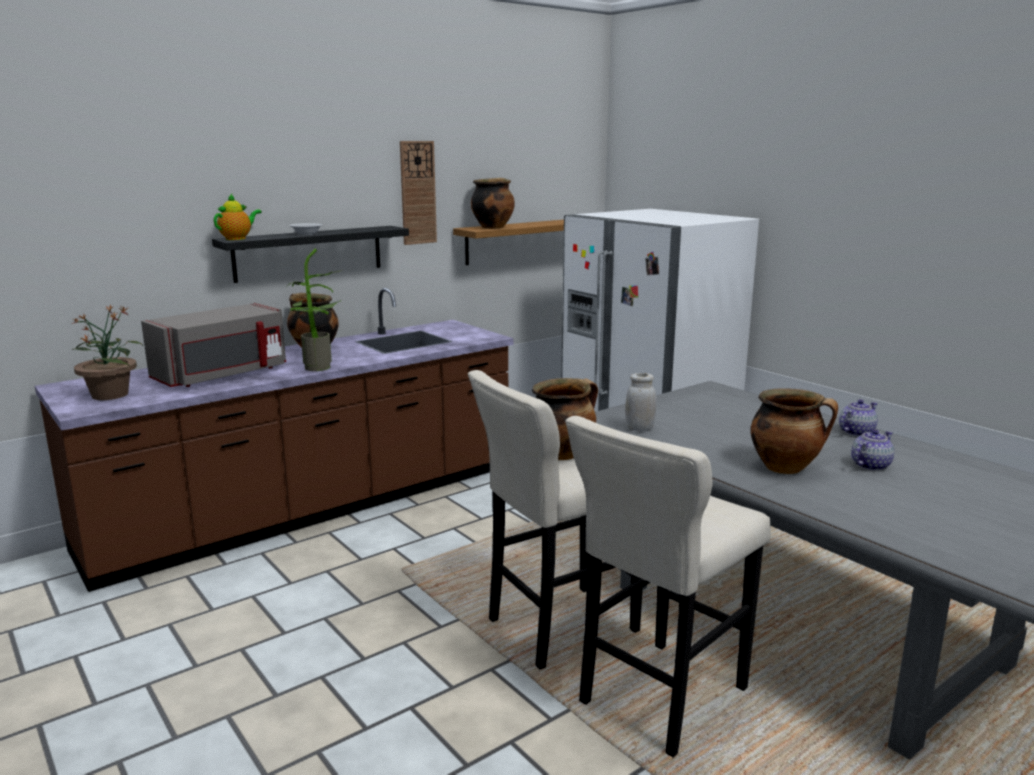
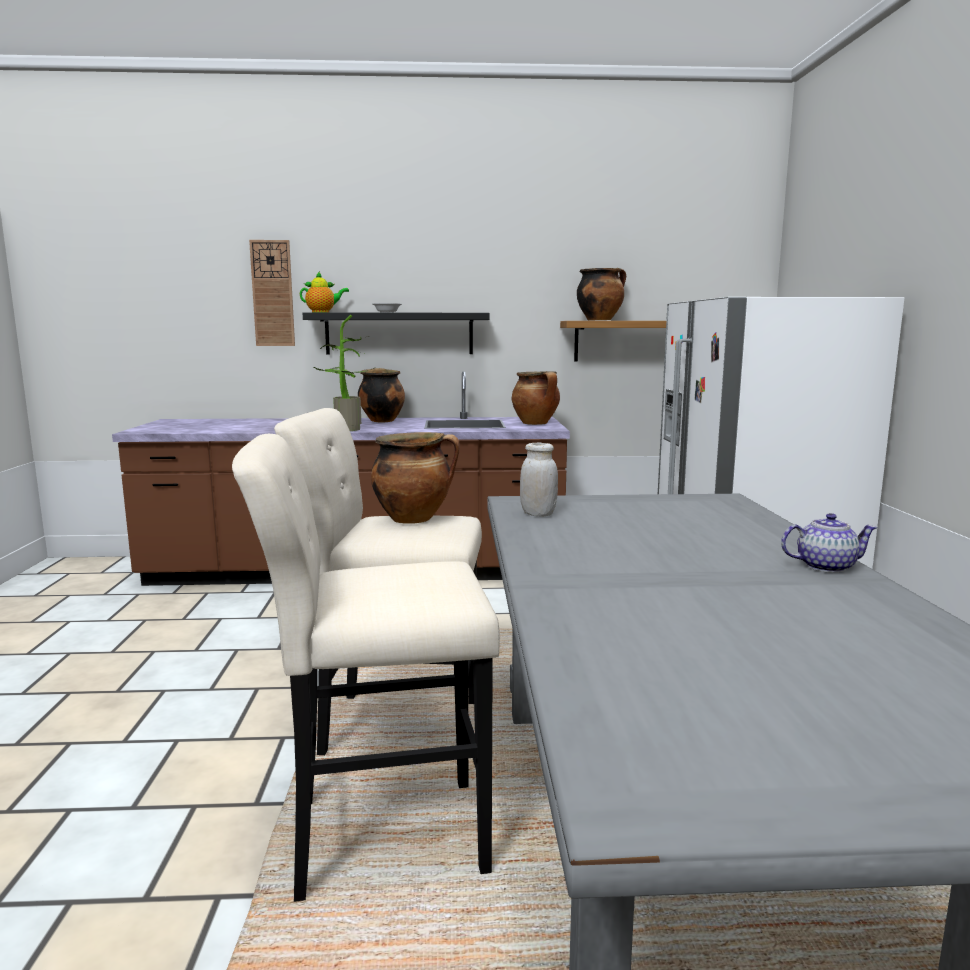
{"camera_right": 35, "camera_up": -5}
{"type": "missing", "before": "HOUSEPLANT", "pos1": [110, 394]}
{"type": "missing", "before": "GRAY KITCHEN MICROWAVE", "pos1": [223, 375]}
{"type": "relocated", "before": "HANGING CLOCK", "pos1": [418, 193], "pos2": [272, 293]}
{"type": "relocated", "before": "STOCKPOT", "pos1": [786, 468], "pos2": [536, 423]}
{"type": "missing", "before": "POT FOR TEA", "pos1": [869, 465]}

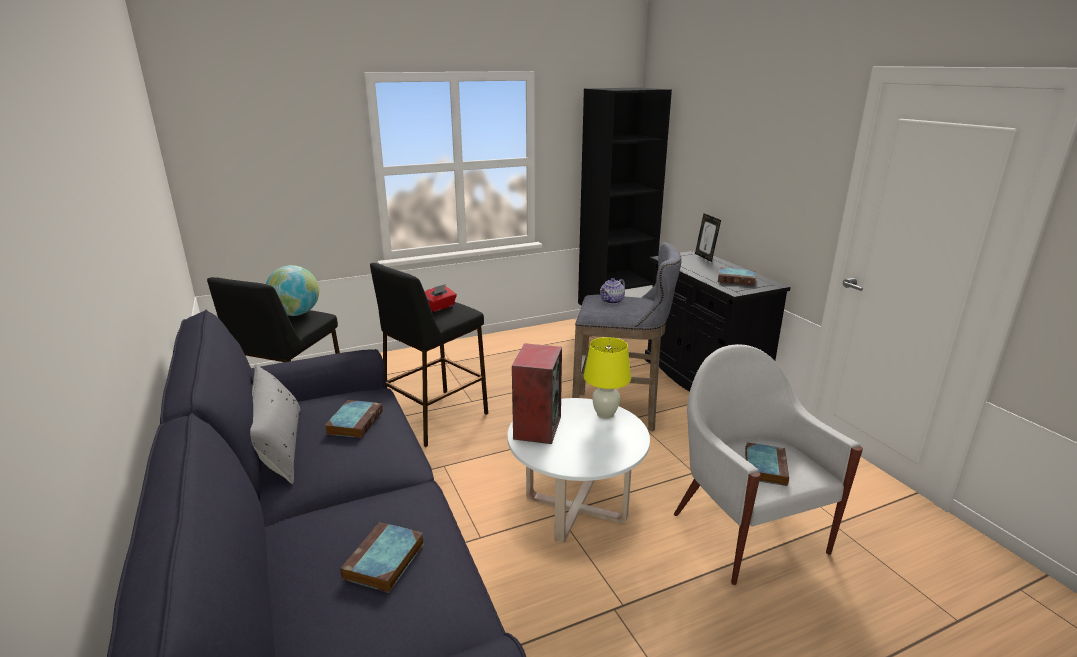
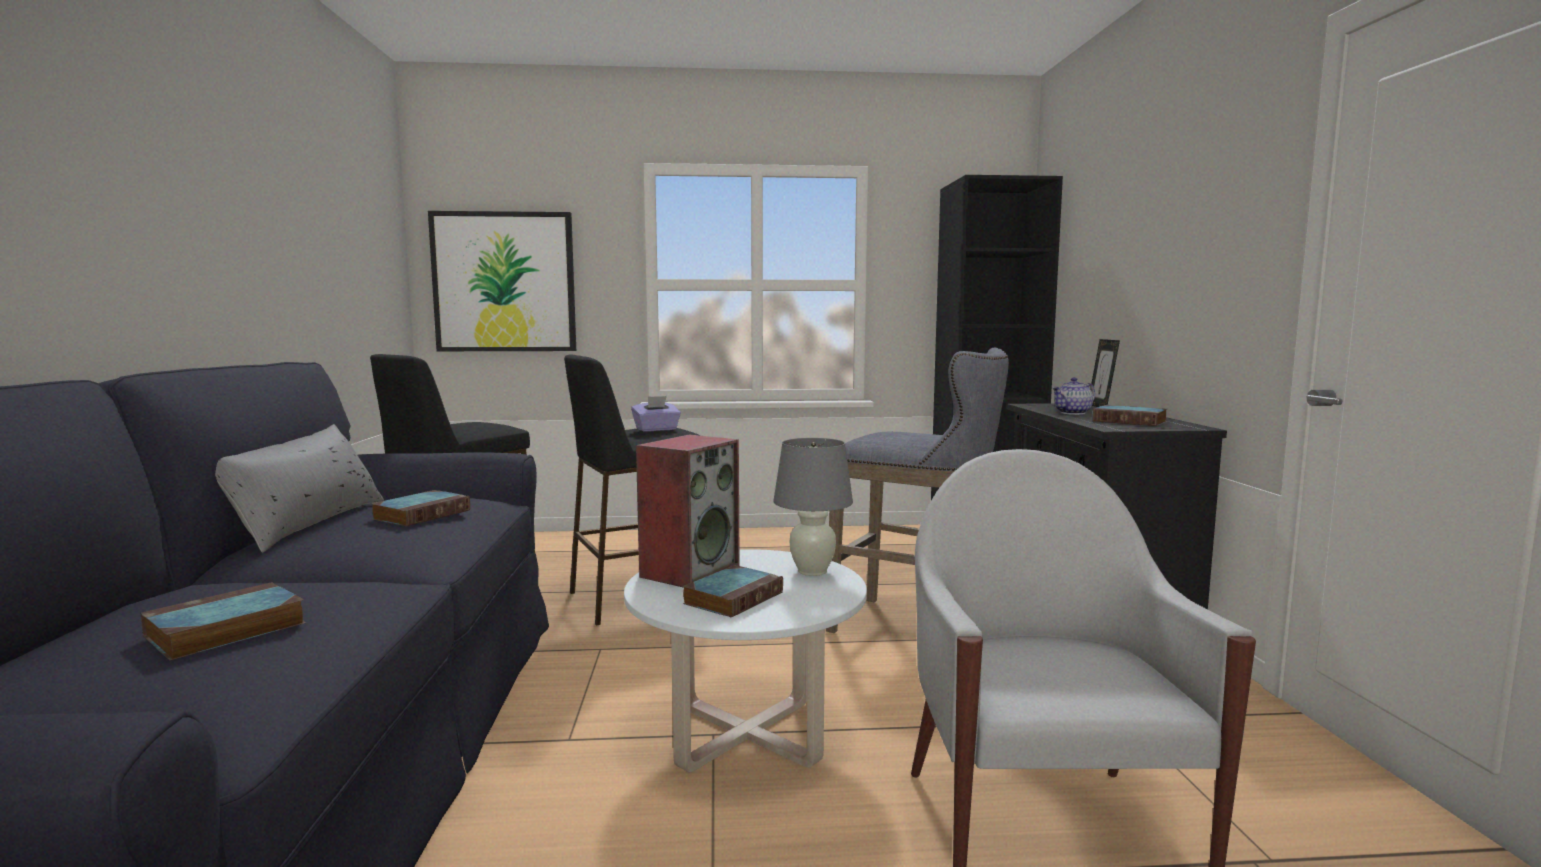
{"camera_right": 20, "camera_up": -15}
{"type": "missing", "before": "DESK GLOBE", "pos1": [296, 314]}
{"type": "colour", "before": "RED BOX OF TISSUES", "after": "PURPLE-COLOURED BOX OF TISSUES", "pos1": [440, 307], "pos2": [656, 429]}
{"type": "colour", "before": "YELLOWISH TABLETOP LAMP", "after": "GRAY TABLETOP LAMP", "pos1": [605, 414], "pos2": [812, 571]}
{"type": "relocated", "before": "POT FOR TEA", "pos1": [612, 301], "pos2": [1073, 413]}
{"type": "relocated", "before": "BOUND BOOK", "pos1": [764, 467], "pos2": [734, 597]}
{"type": "appeared", "after": "WALL ART", "pos2": [504, 282]}

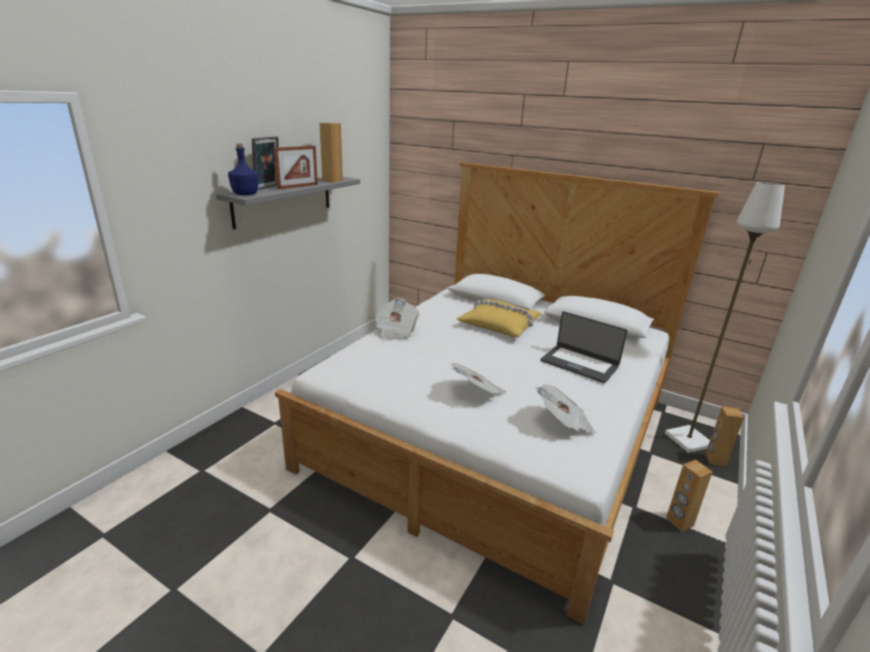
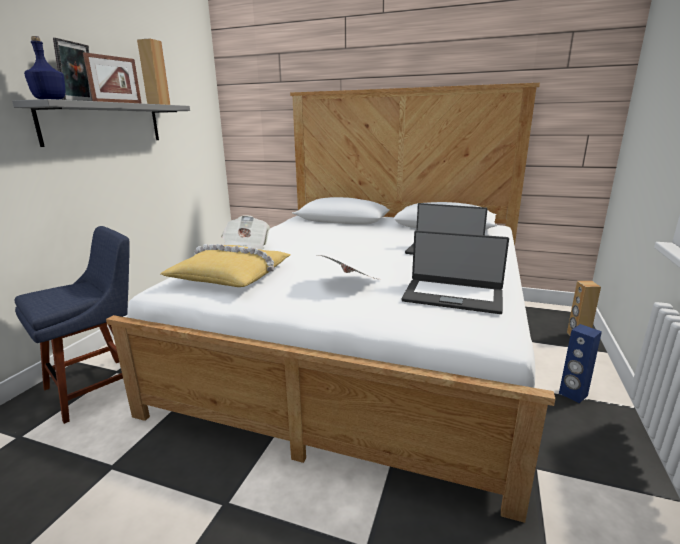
{"camera_right": -10, "camera_up": -5}
{"type": "relocated", "before": "YELLOWISH PILLOW", "pos1": [500, 324], "pos2": [231, 275]}
{"type": "exchanged", "before": "DAILY PAPER", "after": "NOTEBOOK COMPUTER", "pos1": [563, 423], "pos2": [453, 296]}
{"type": "missing", "before": "WHITISH FLOOR LAMP", "pos1": [689, 440]}
{"type": "colour", "before": "BROWN-COLOURED AUDIO SPEAKER", "after": "BLUE-COLOURED AUDIO SPEAKER", "pos1": [679, 522], "pos2": [573, 394]}
{"type": "appeared", "after": "BLUE-COLOURED UPRIGHT CHAIR", "pos2": [100, 385]}

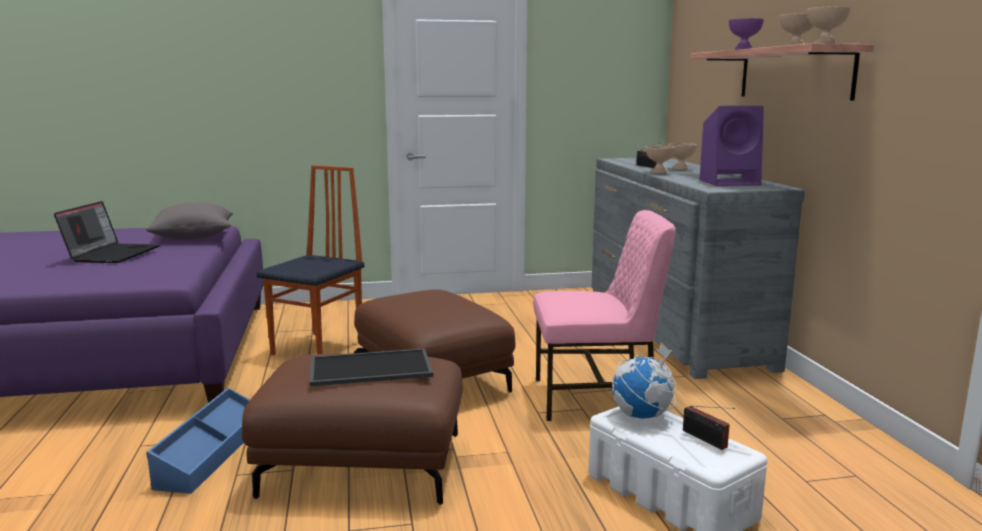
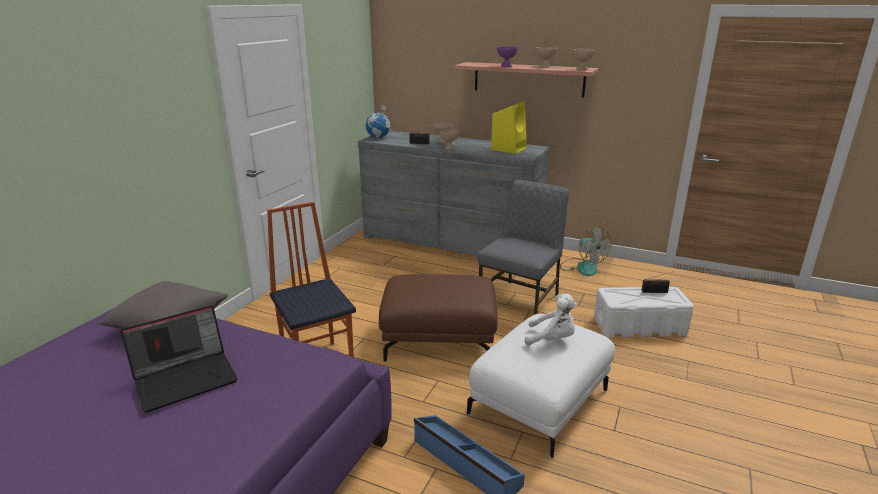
{"camera_right": -55, "camera_up": 10}
{"type": "spun", "before": "NOTEBOOK COMPUTER", "pos1": [112, 254], "pos2": [186, 378], "turn": 105}
{"type": "colour", "before": "BROWN-COLOURED OTTOMAN", "after": "WHITISH OTTOMAN", "pos1": [361, 466], "pos2": [540, 403]}
{"type": "exchanged", "before": "TRAY", "after": "WHITISH CUDDLY TOY", "pos1": [369, 369], "pos2": [552, 339]}
{"type": "colour", "before": "PINKISH UPRIGHT CHAIR", "after": "GRAY UPRIGHT CHAIR", "pos1": [596, 398], "pos2": [521, 300]}
{"type": "relocated", "before": "DESK GLOBE", "pos1": [642, 416], "pos2": [379, 137]}
{"type": "colour", "before": "PURPLE-COLOURED AUDIO SPEAKER", "after": "YELLOWISH AUDIO SPEAKER", "pos1": [730, 182], "pos2": [509, 149]}
{"type": "appeared", "after": "ELECTRIC FAN", "pos2": [582, 267]}

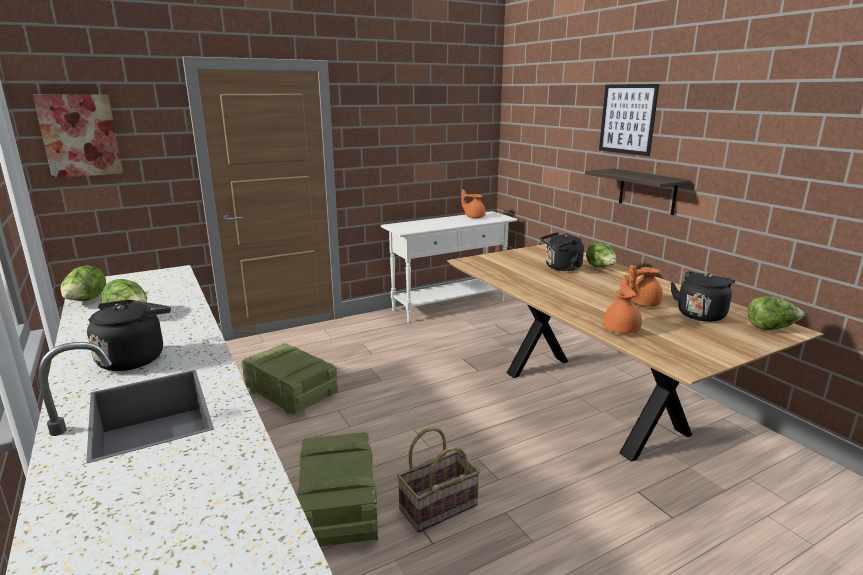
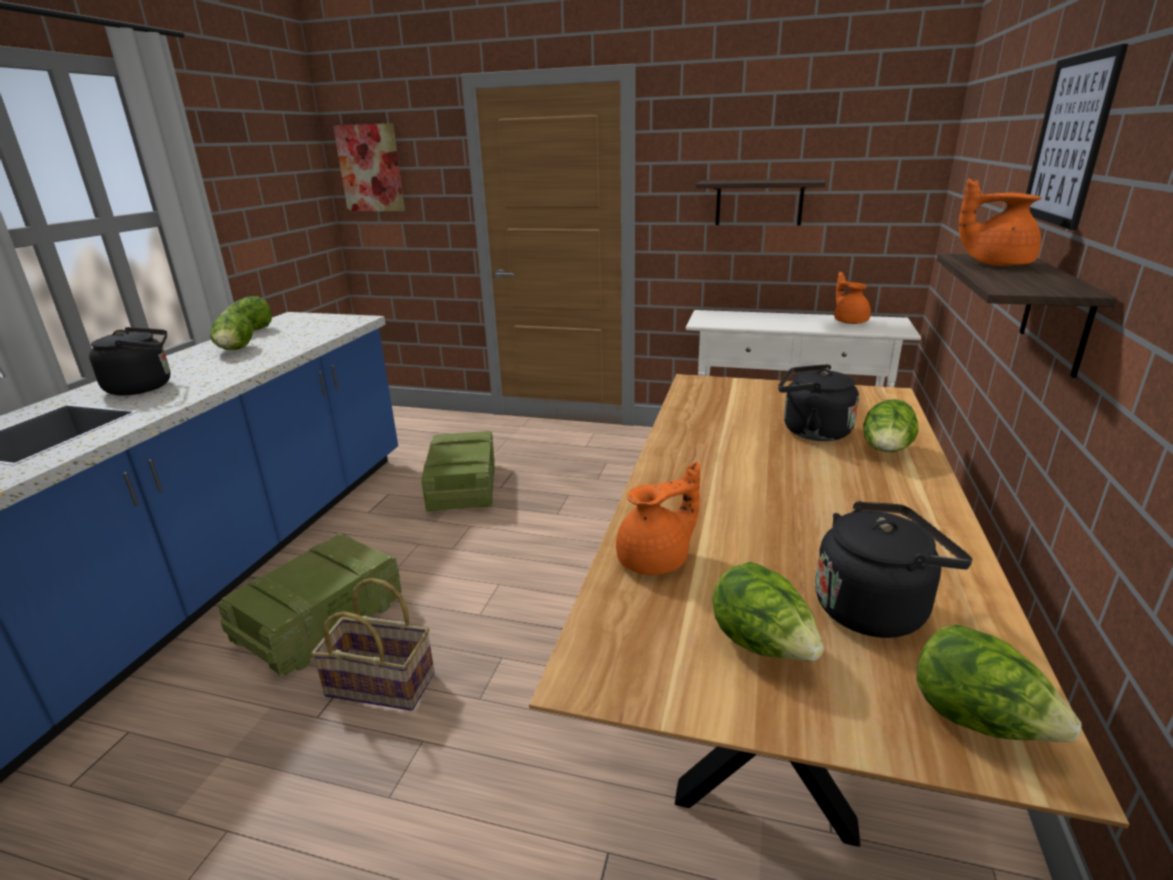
{"camera_right": 45, "camera_up": 5}
{"type": "relocated", "before": "ORANGE POT FOR TEA", "pos1": [641, 303], "pos2": [995, 264]}
{"type": "appeared", "after": "WALL SHELF", "pos2": [759, 202]}
{"type": "appeared", "after": "HEAD OF LETTUCE", "pos2": [762, 646]}

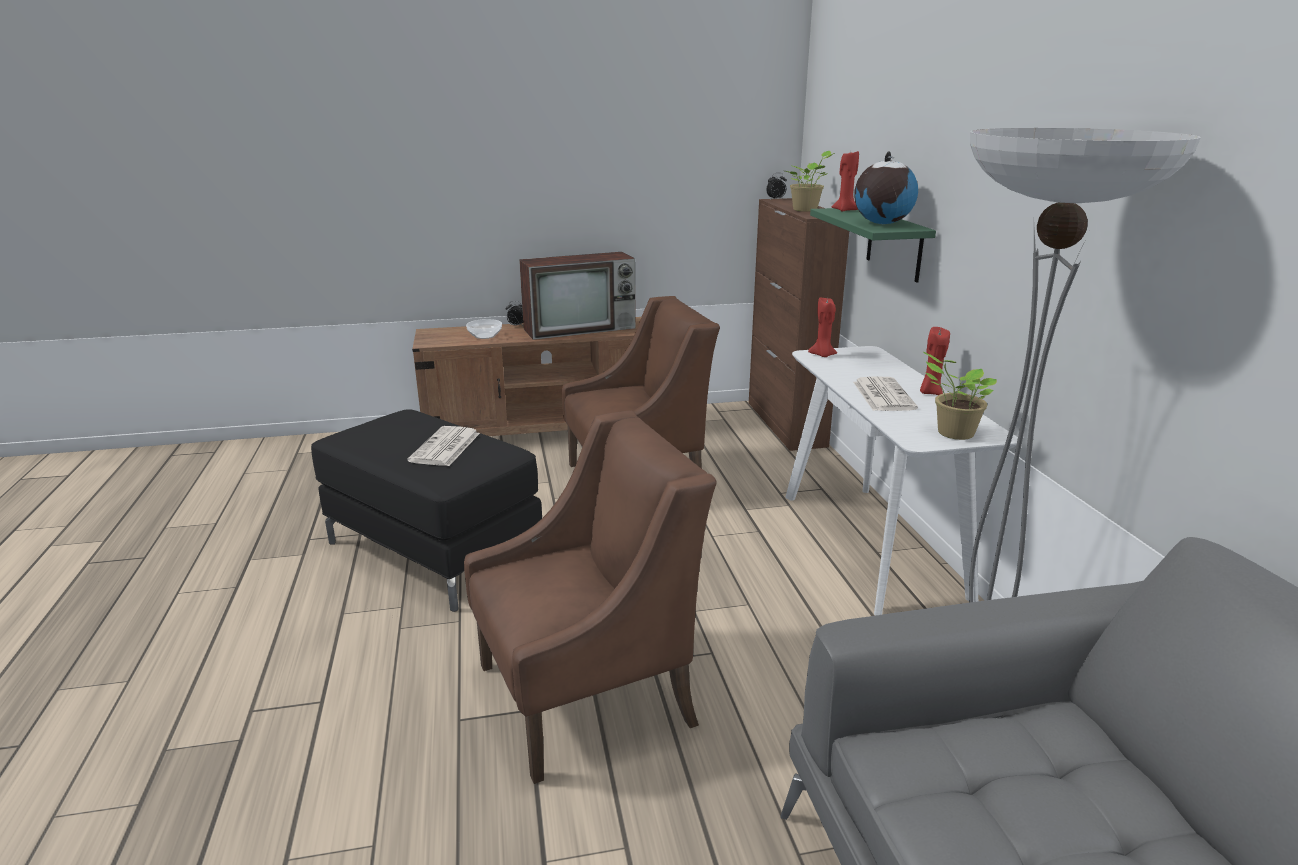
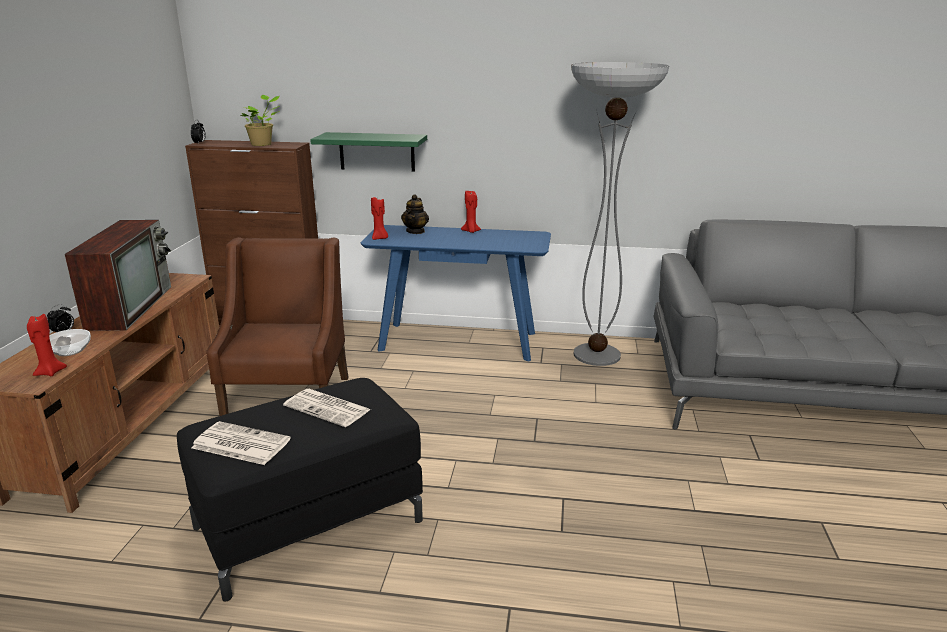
{"camera_right": -70, "camera_up": 0}
{"type": "missing", "before": "BROWN-COLOURED EASY CHAIR", "pos1": [588, 693]}
{"type": "colour", "before": "WHITISH NARROW TABLE", "after": "BLUE-COLOURED NARROW TABLE", "pos1": [872, 543], "pos2": [458, 341]}
{"type": "relocated", "before": "RED CANDLE", "pos1": [845, 210], "pos2": [50, 372]}
{"type": "relocated", "before": "DAILY PAPER", "pos1": [882, 395], "pos2": [239, 444]}
{"type": "missing", "before": "DESK GLOBE", "pos1": [881, 223]}
{"type": "missing", "before": "HOUSEPLANT", "pos1": [952, 433]}
{"type": "appeared", "after": "POT FOR TEA", "pos2": [415, 231]}

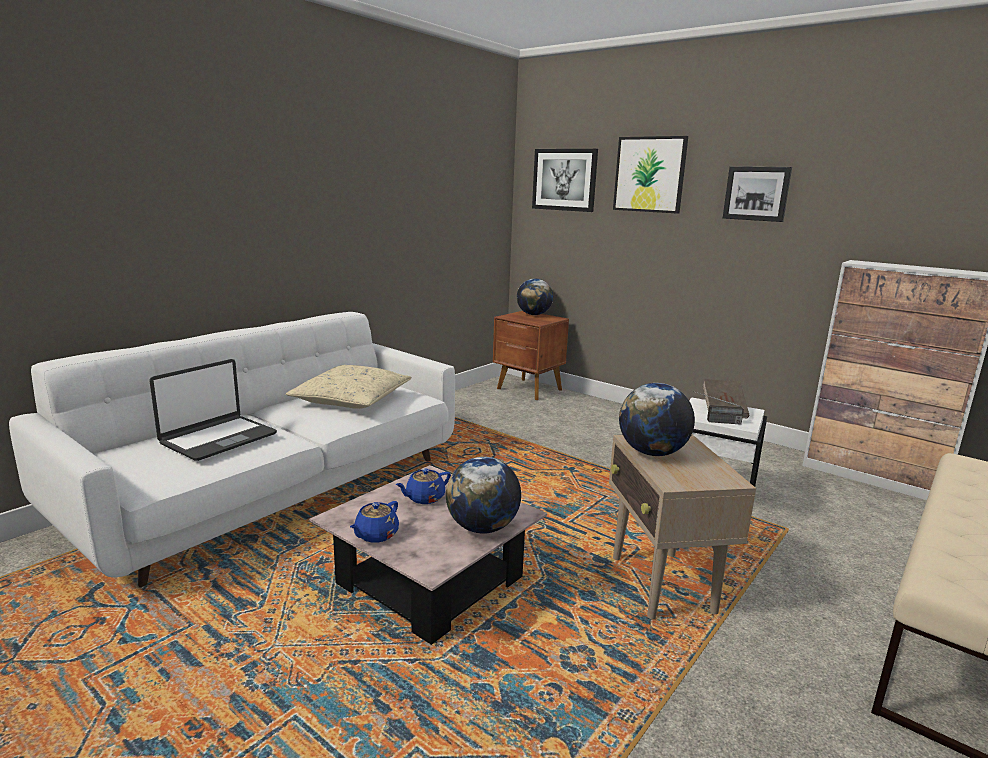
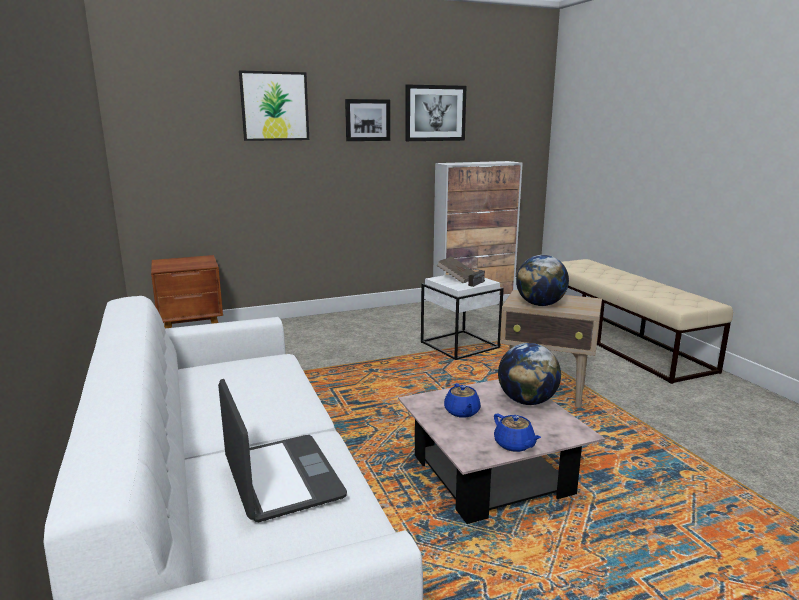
{"camera_right": -60, "camera_up": 0}
{"type": "missing", "before": "SAND-COLOURED PILLOW", "pos1": [351, 399]}
{"type": "missing", "before": "DESK GLOBE", "pos1": [534, 314]}
{"type": "relocated", "before": "WALL ART", "pos1": [564, 180], "pos2": [435, 113]}

